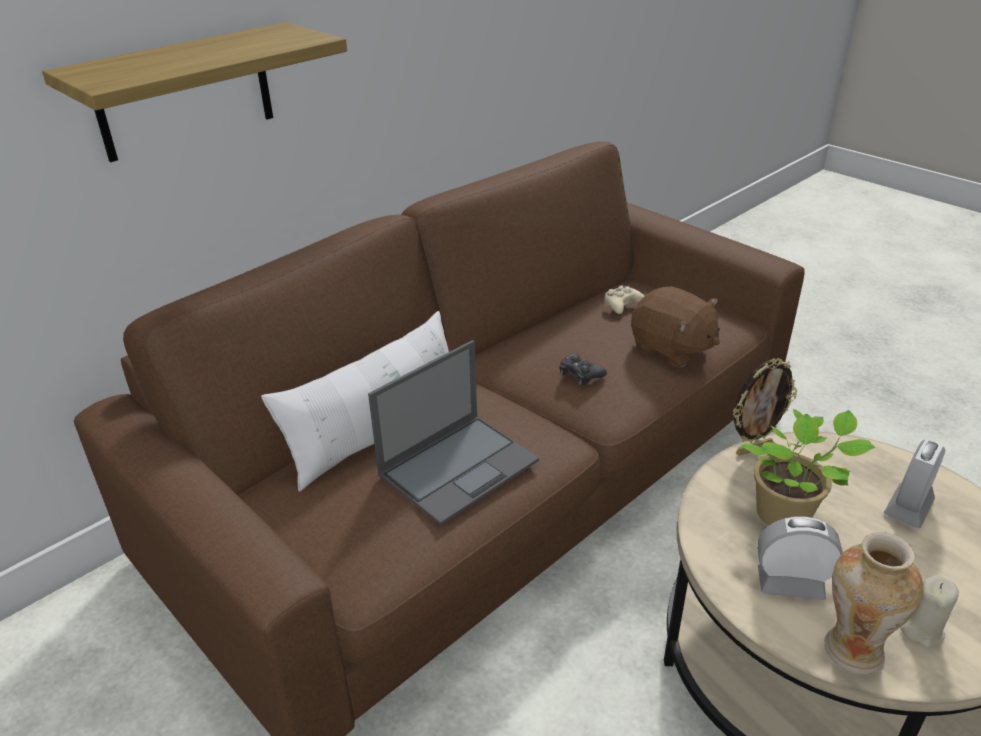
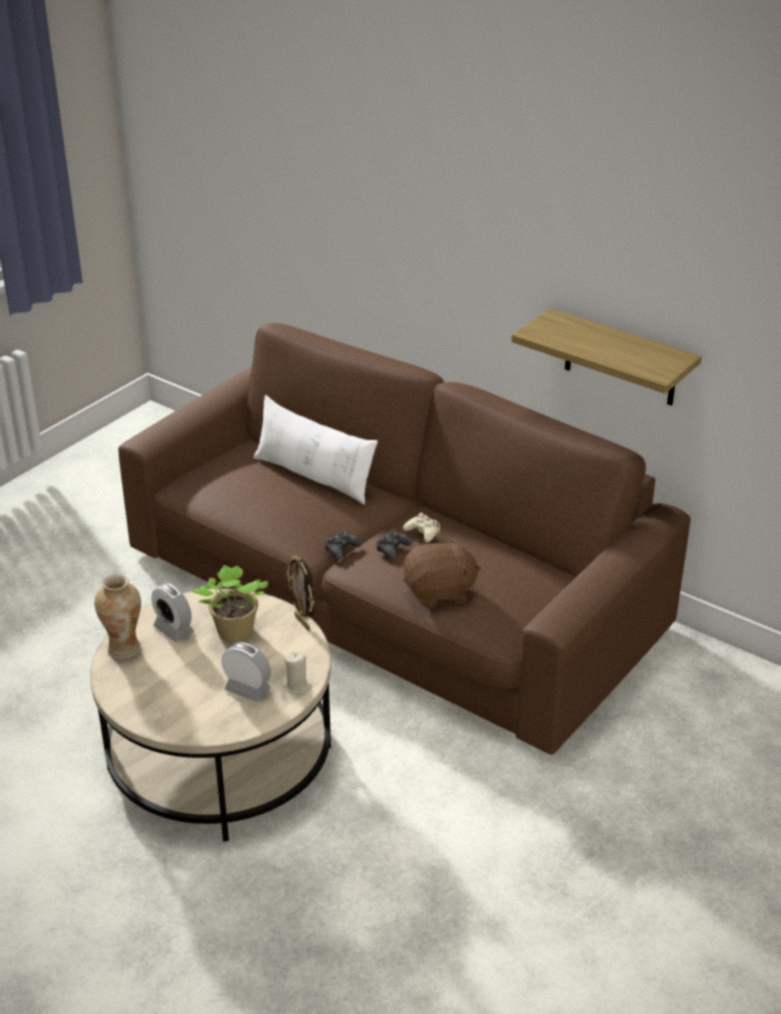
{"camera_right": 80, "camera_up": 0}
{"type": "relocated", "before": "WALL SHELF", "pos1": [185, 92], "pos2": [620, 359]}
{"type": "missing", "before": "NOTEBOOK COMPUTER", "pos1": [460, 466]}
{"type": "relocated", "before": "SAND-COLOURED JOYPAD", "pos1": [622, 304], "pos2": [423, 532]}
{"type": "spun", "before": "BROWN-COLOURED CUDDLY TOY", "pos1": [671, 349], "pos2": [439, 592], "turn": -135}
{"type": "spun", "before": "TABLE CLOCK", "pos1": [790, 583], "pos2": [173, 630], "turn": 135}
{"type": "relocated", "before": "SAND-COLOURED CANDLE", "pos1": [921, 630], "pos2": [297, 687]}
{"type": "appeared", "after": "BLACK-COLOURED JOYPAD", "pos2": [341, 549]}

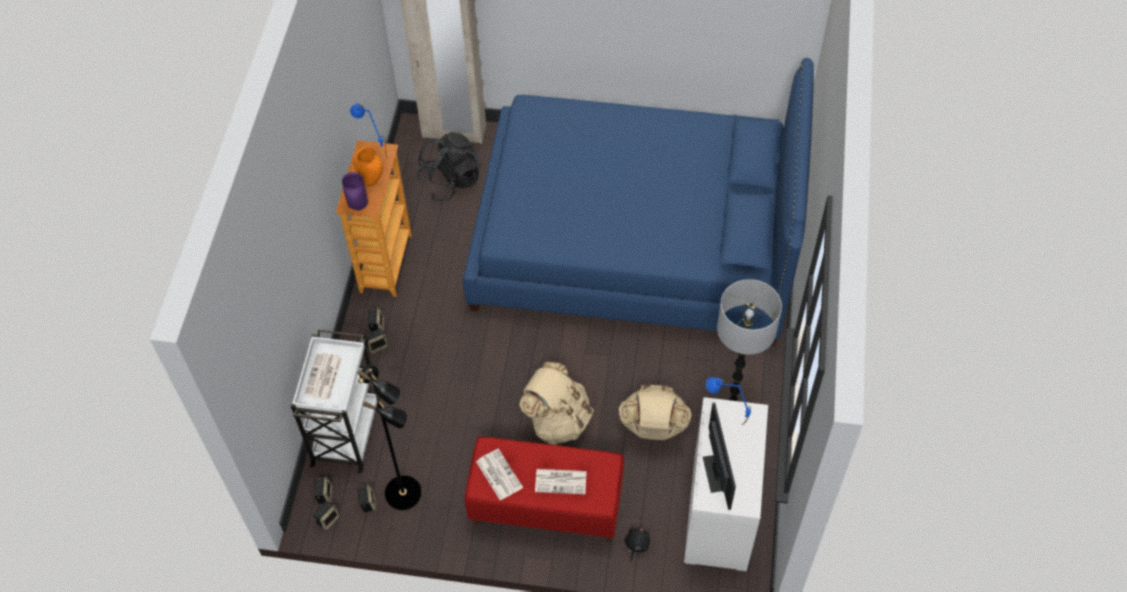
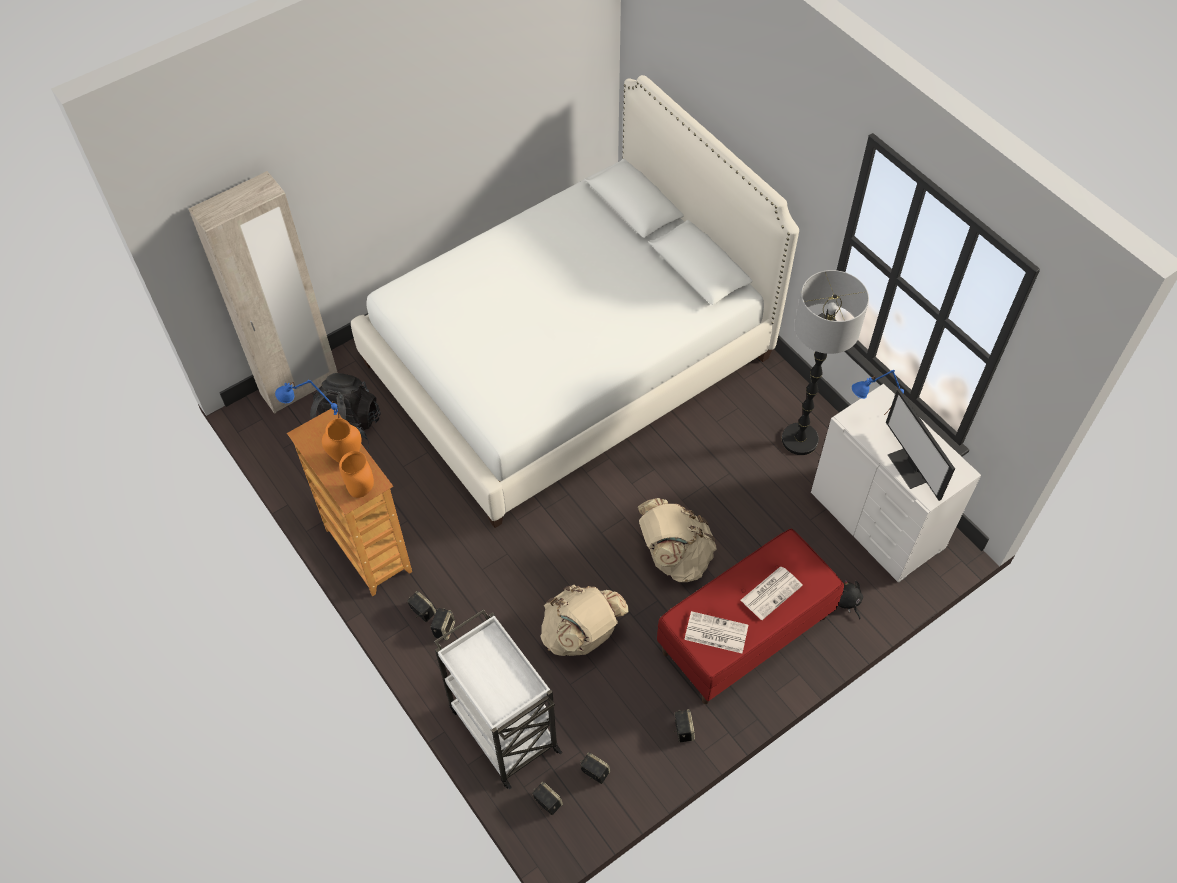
{"camera_right": -45, "camera_up": 0}
{"type": "missing", "before": "DAILY PAPER", "pos1": [323, 377]}
{"type": "relocated", "before": "AUDIO SPEAKER", "pos1": [328, 519], "pos2": [683, 730]}
{"type": "colour", "before": "PURPLE-COLOURED FLOWER VASE", "after": "ORANGE FLOWER VASE", "pos1": [359, 206], "pos2": [362, 491]}
{"type": "missing", "before": "BLACK-COLOURED FLOOR LAMP", "pos1": [404, 493]}
{"type": "colour", "before": "BLUE-COLOURED SLEEPING BED", "after": "WHITISH SLEEPING BED", "pos1": [635, 241], "pos2": [569, 360]}
{"type": "relocated", "before": "SAND-COLOURED RUCKSACK", "pos1": [653, 427], "pos2": [581, 635]}
{"type": "spun", "before": "COMPUTER DISPLAY", "pos1": [717, 472], "pos2": [911, 467], "turn": -150}

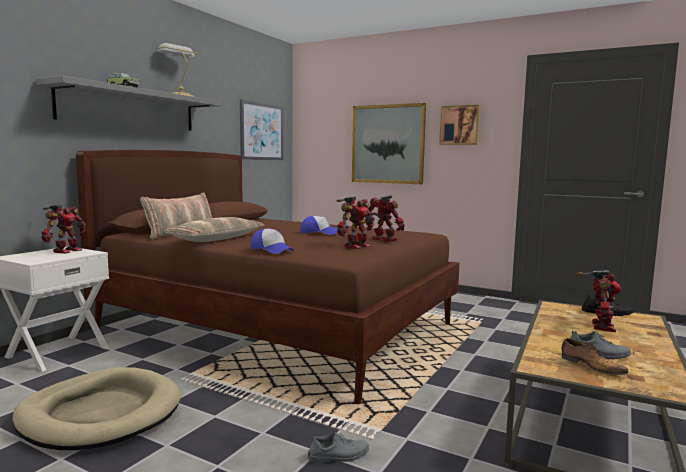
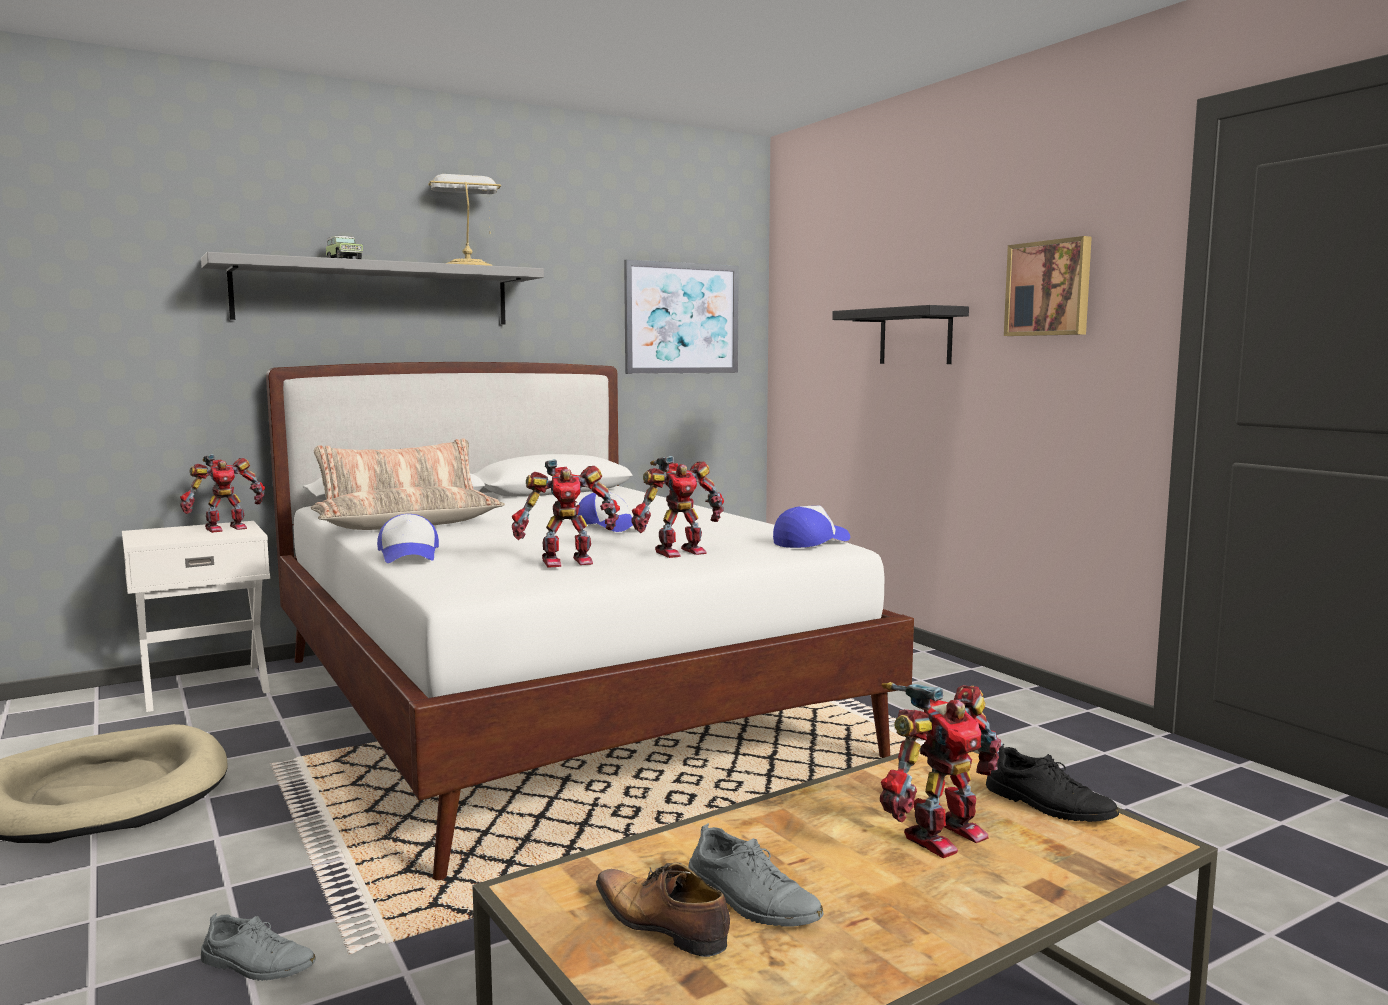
{"camera_right": 30, "camera_up": 0}
{"type": "colour", "before": "BROWN-COLOURED SLEEPING BED", "after": "WHITISH SLEEPING BED", "pos1": [279, 327], "pos2": [553, 703]}
{"type": "exchanged", "before": "WALL ART", "after": "BLACK-COLOURED WALL SHELF", "pos1": [388, 144], "pos2": [915, 336]}
{"type": "spun", "before": "MODEL ROBOT", "pos1": [383, 240], "pos2": [678, 552], "turn": 75}
{"type": "spun", "before": "ITEM OF FOOTWEAR", "pos1": [591, 367], "pos2": [661, 925], "turn": 135}
{"type": "appeared", "after": "CAP", "pos2": [810, 541]}

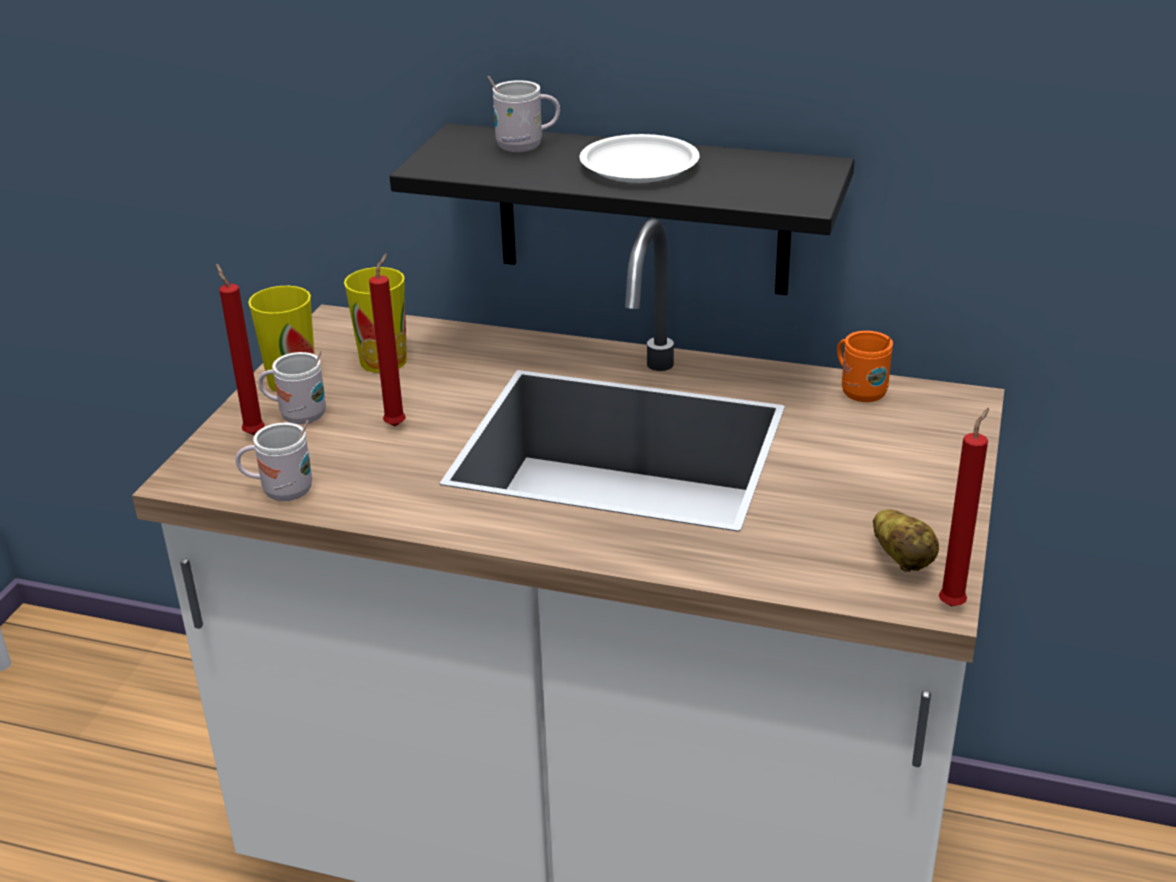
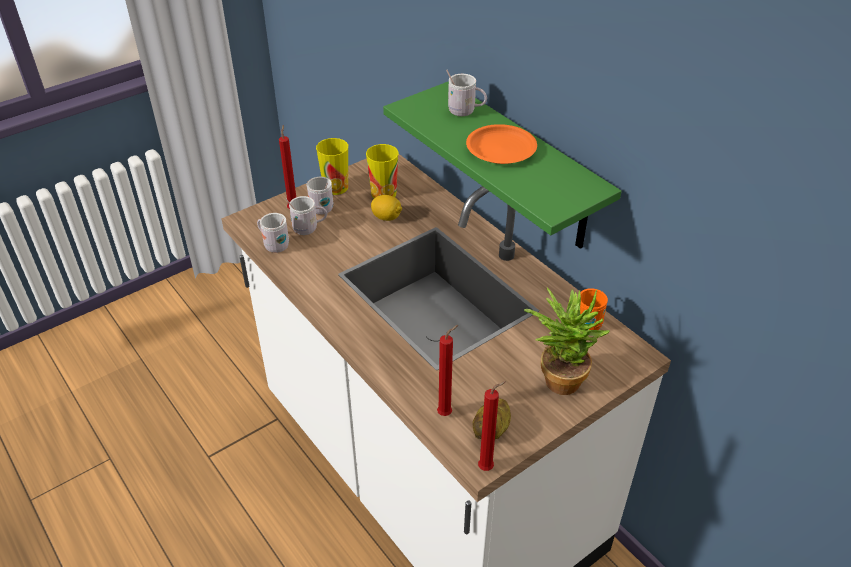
{"camera_right": 35, "camera_up": 10}
{"type": "relocated", "before": "RED CANDLE", "pos1": [397, 424], "pos2": [446, 413]}
{"type": "colour", "before": "BLACK-COLOURED WALL SHELF", "after": "GREEN-COLOURED WALL SHELF", "pos1": [642, 210], "pos2": [524, 168]}
{"type": "colour", "before": "WHITISH FLAT DISH", "after": "ORANGE FLAT DISH", "pos1": [638, 167], "pos2": [500, 149]}
{"type": "appeared", "after": "WHITISH COFFEE MUG", "pos2": [309, 229]}
{"type": "appeared", "after": "LEMON", "pos2": [386, 217]}
{"type": "appeared", "after": "HOUSEPLANT", "pos2": [558, 376]}

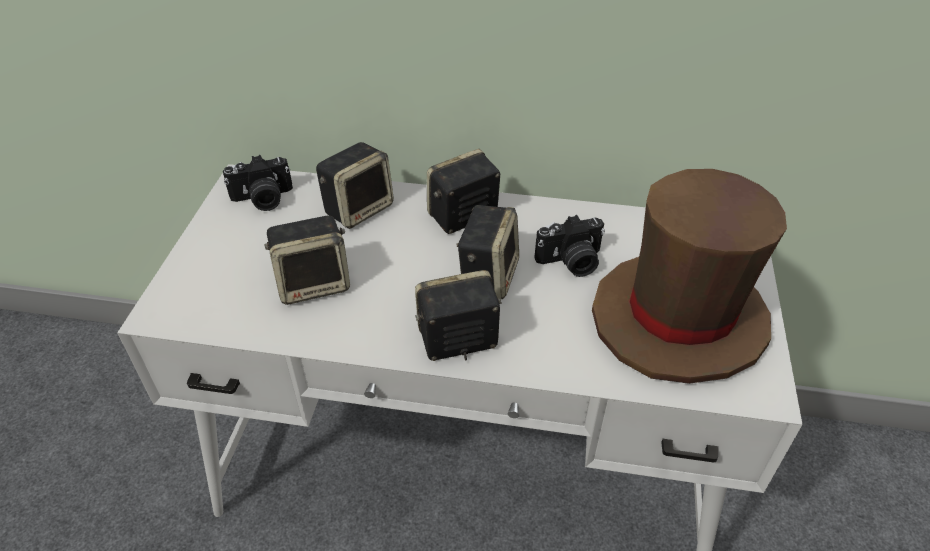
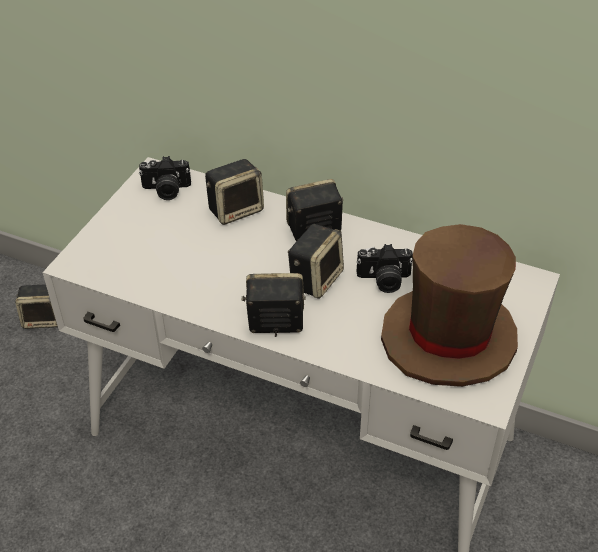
{"camera_right": 15, "camera_up": 0}
{"type": "relocated", "before": "AUDIO SPEAKER", "pos1": [314, 283], "pos2": [44, 319]}

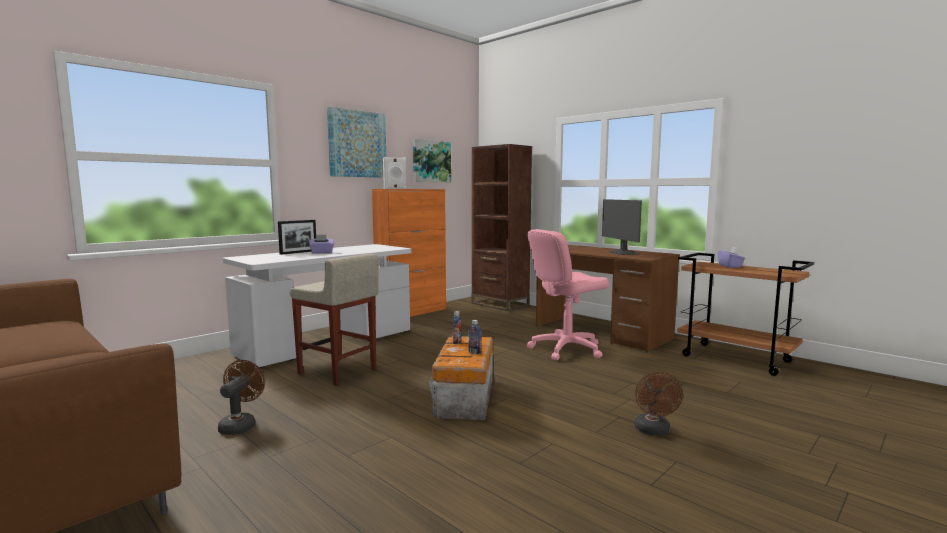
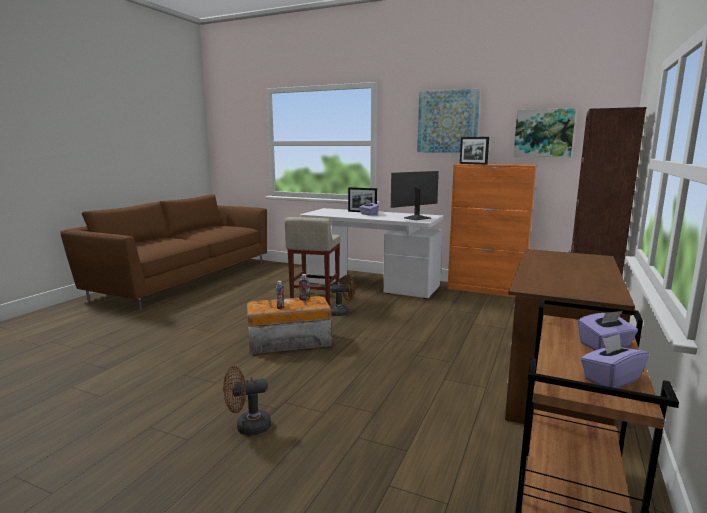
{"camera_right": 70, "camera_up": 5}
{"type": "relocated", "before": "BROWN-COLOURED ELECTRIC FAN", "pos1": [240, 425], "pos2": [342, 312]}
{"type": "exchanged", "before": "WHITISH AUDIO SPEAKER", "after": "STANDING FRAME", "pos1": [395, 188], "pos2": [473, 164]}
{"type": "missing", "before": "PINKISH OFFICE CHAIR", "pos1": [566, 349]}
{"type": "relocated", "before": "COMPUTER DISPLAY", "pos1": [623, 253], "pos2": [416, 218]}
{"type": "appeared", "after": "PURPLE-COLOURED BOX OF TISSUES", "pos2": [610, 379]}

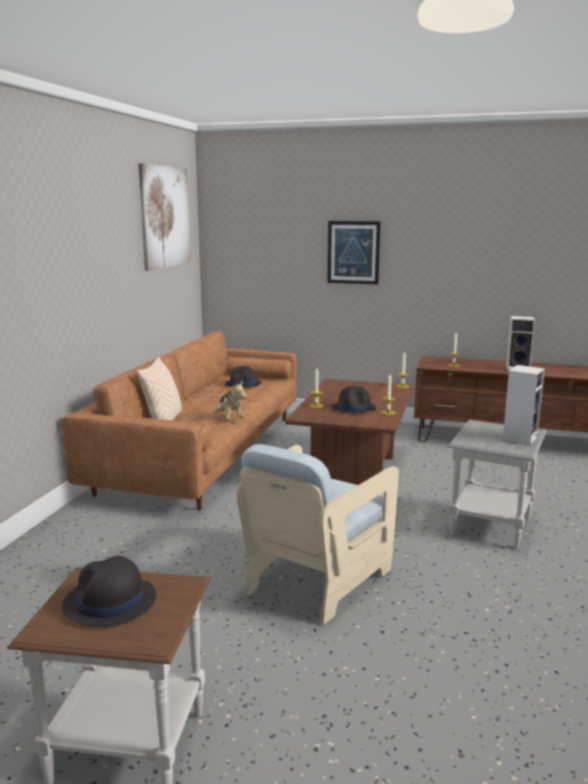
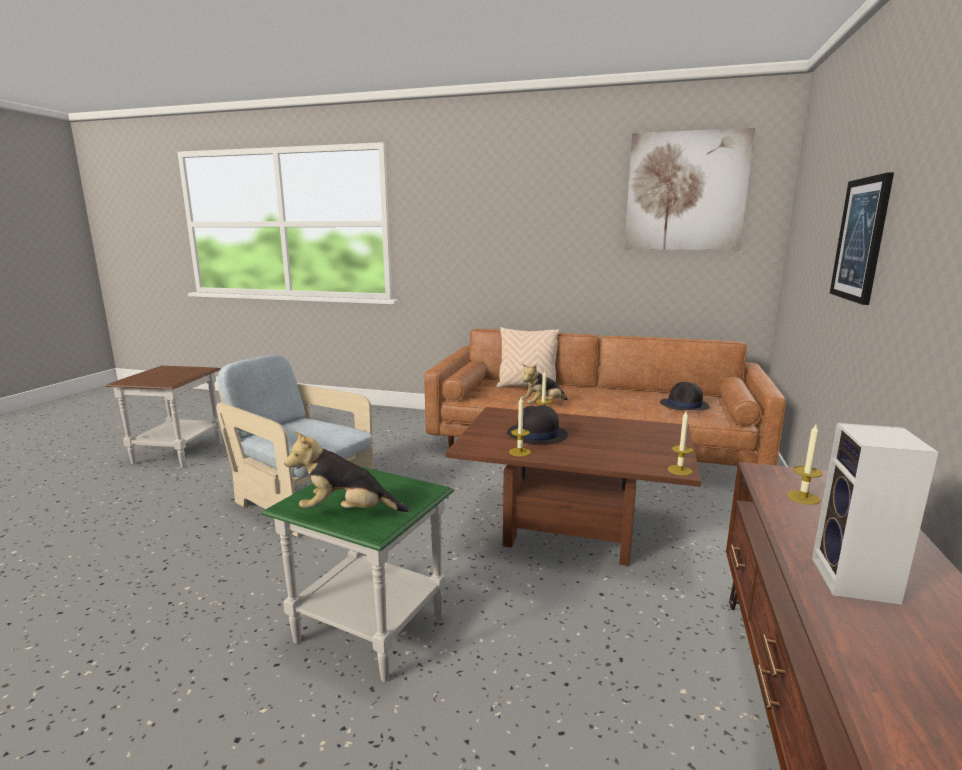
{"camera_right": 90, "camera_up": 0}
{"type": "missing", "before": "BLACK-COLOURED WEARABLE HAT", "pos1": [109, 602]}
{"type": "colour", "before": "GRAY ACCENT TABLE", "after": "GREEN-COLOURED ACCENT TABLE", "pos1": [490, 525], "pos2": [371, 629]}
{"type": "exchanged", "before": "AUDIO SPEAKER", "after": "CUDDLY TOY", "pos1": [519, 437], "pos2": [347, 512]}

